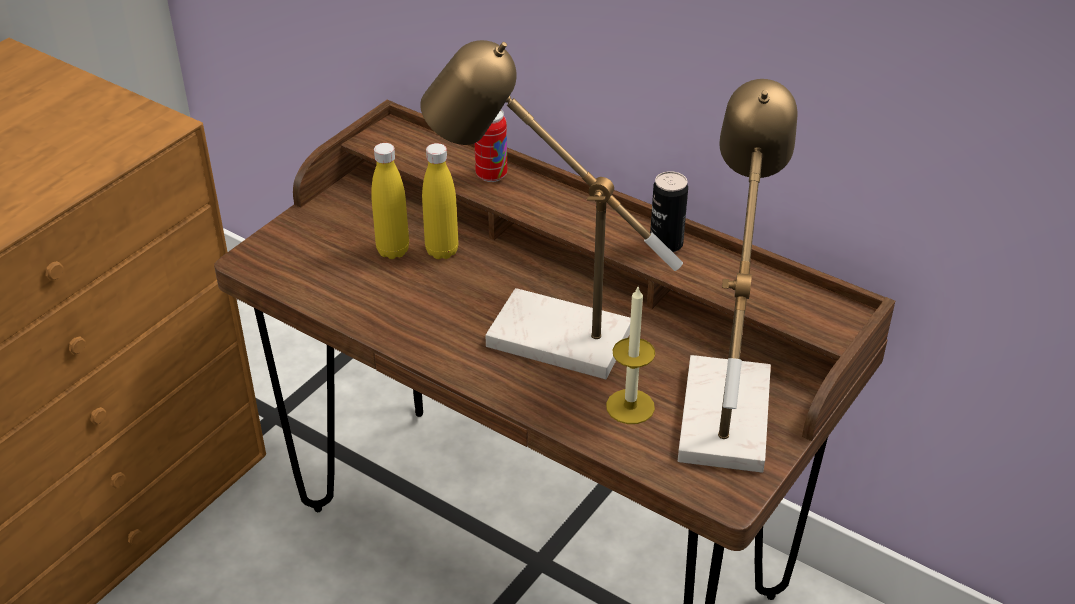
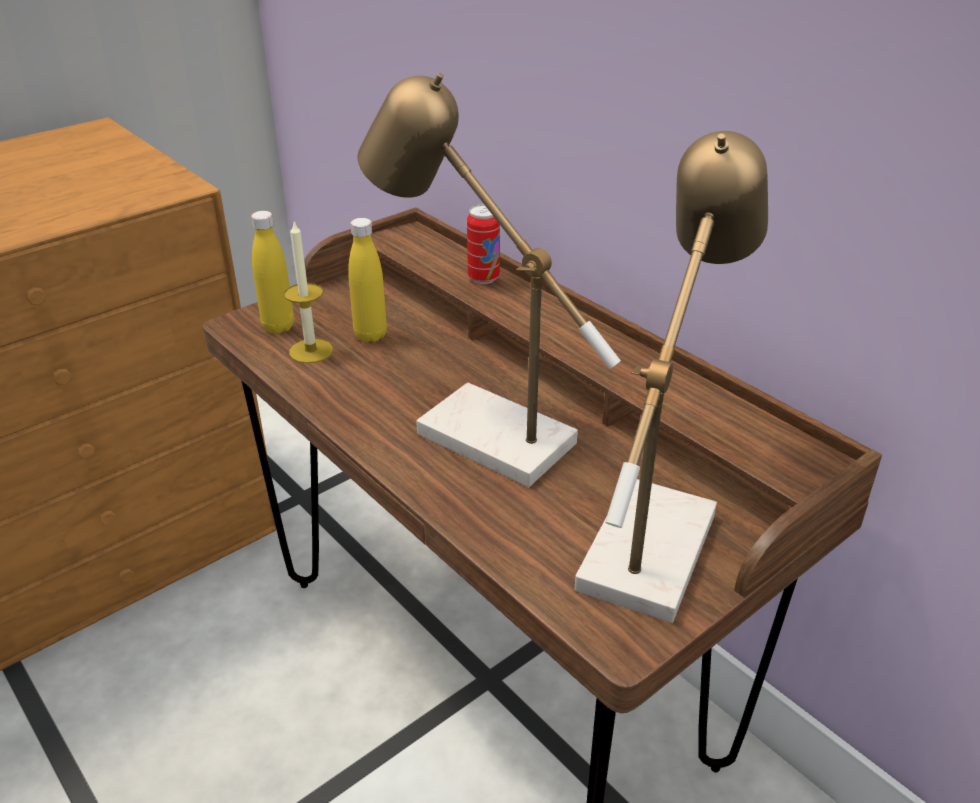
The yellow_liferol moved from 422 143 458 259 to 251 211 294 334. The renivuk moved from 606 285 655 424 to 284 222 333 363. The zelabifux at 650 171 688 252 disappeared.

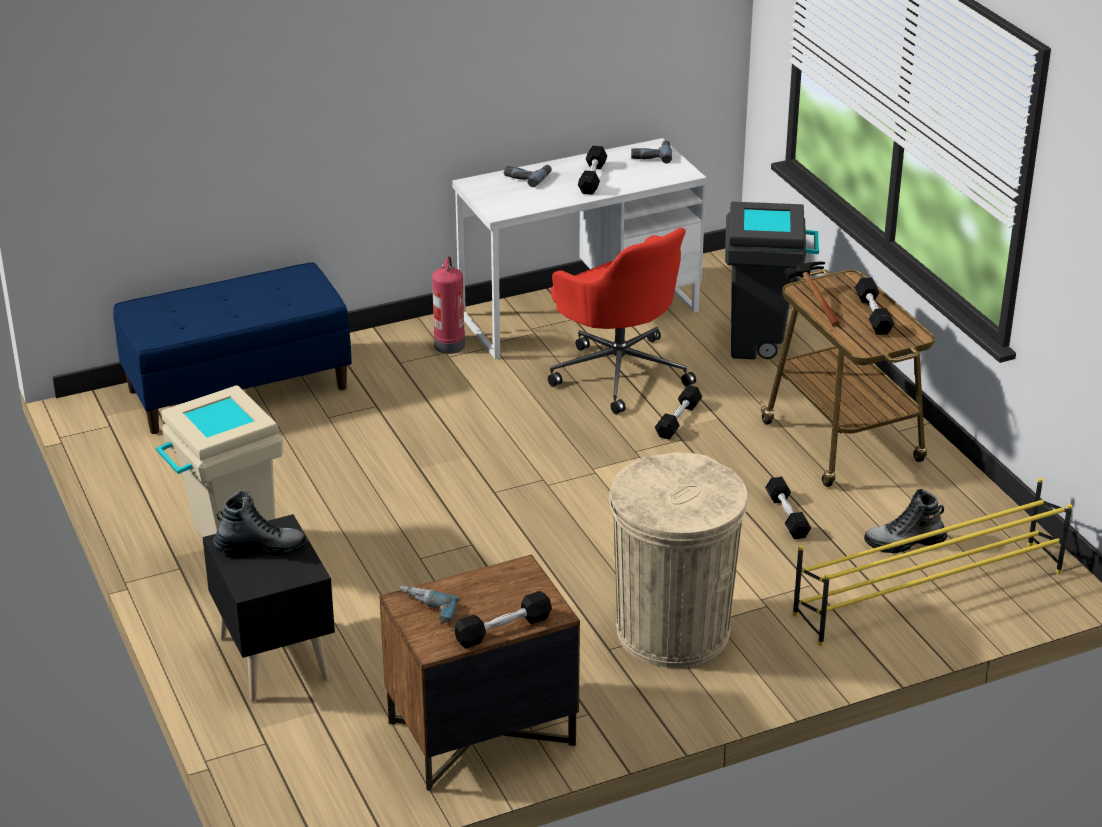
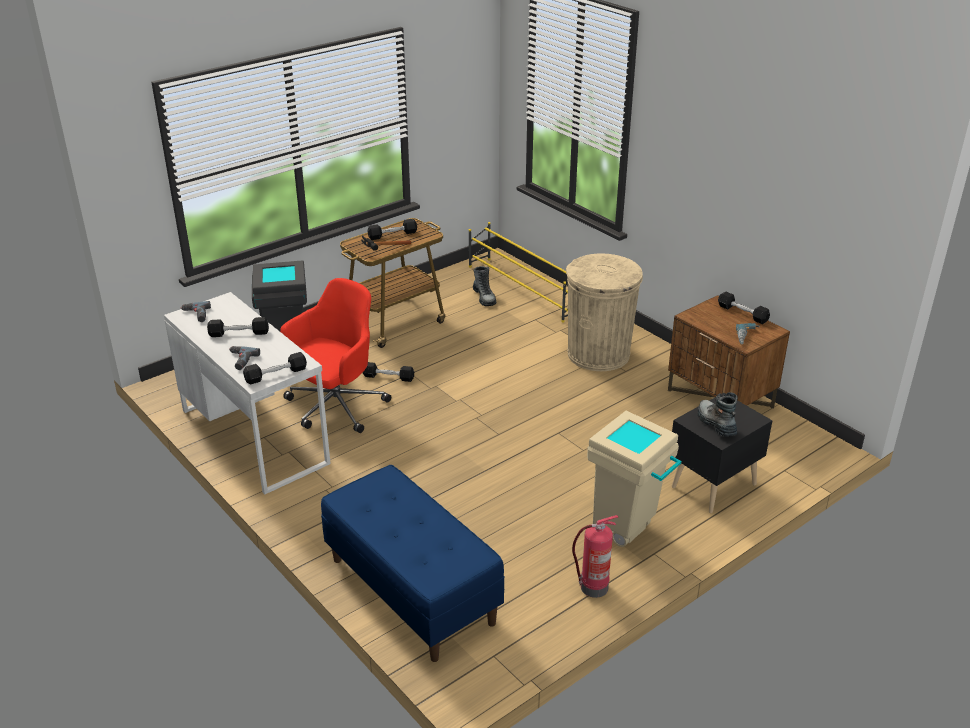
The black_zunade moved from 765 476 811 539 to 243 352 307 384. The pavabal moved from 432 256 465 354 to 572 515 619 598.

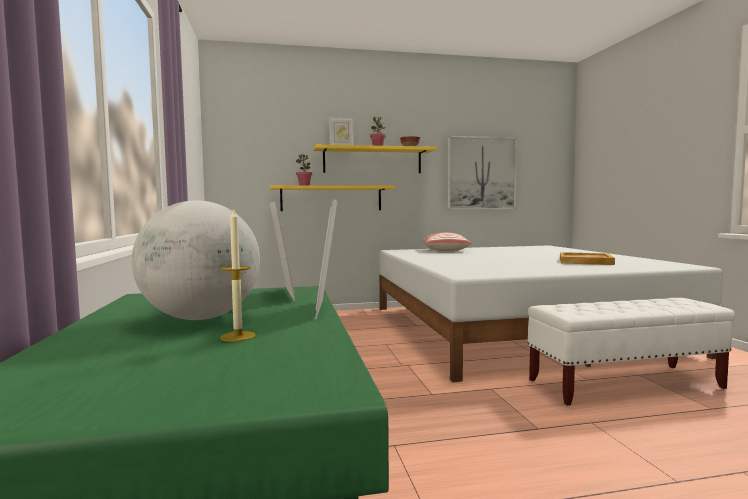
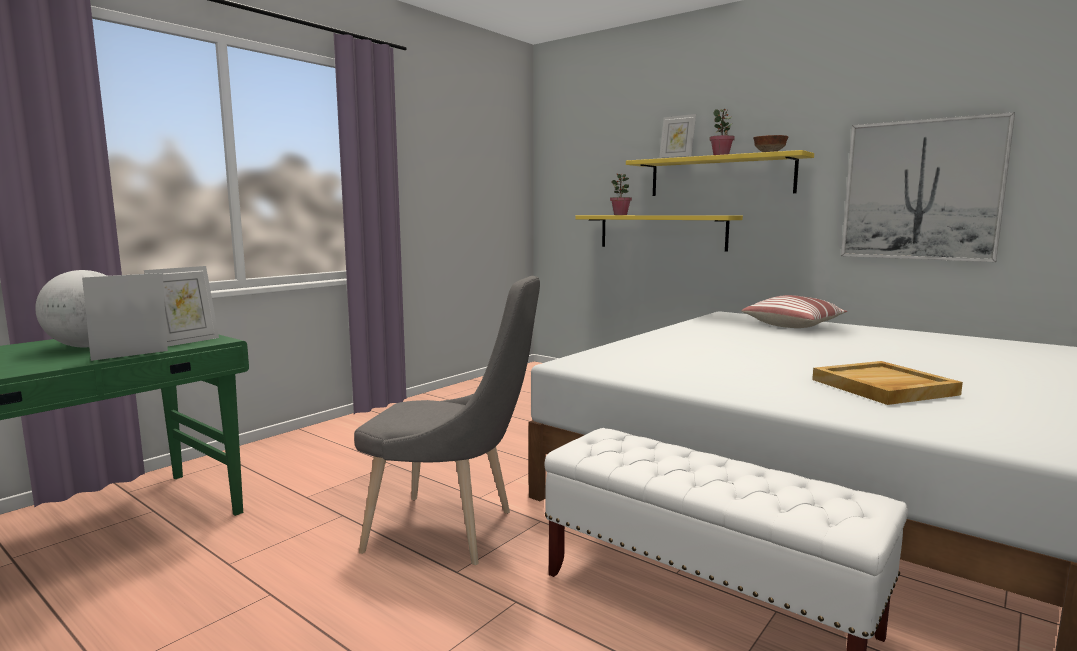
The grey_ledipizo at 354 276 540 565 appeared. The renivuk at 220 208 256 342 disappeared.

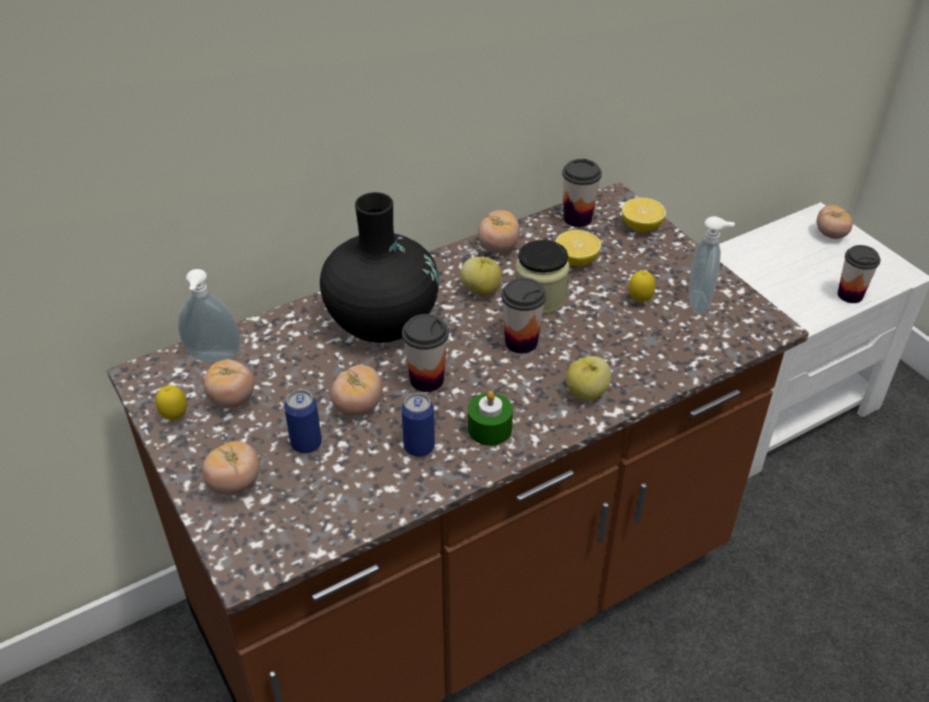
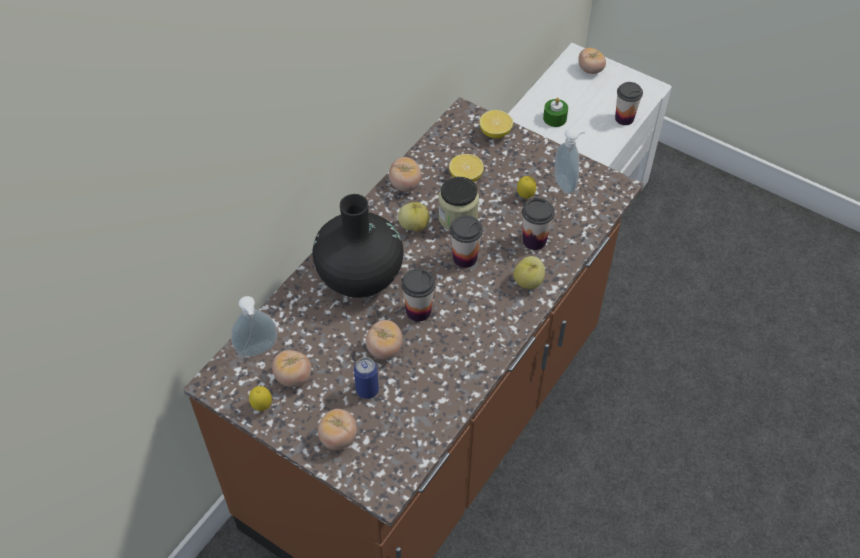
The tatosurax moved from 562 159 602 227 to 522 198 555 250. The green_renivuk moved from 468 391 513 446 to 543 98 568 127. The zelabifux at 401 393 435 457 disappeared.

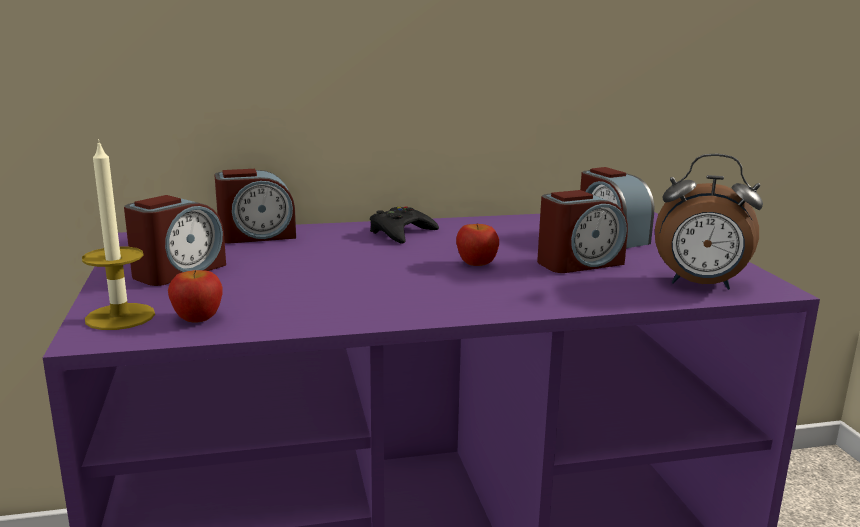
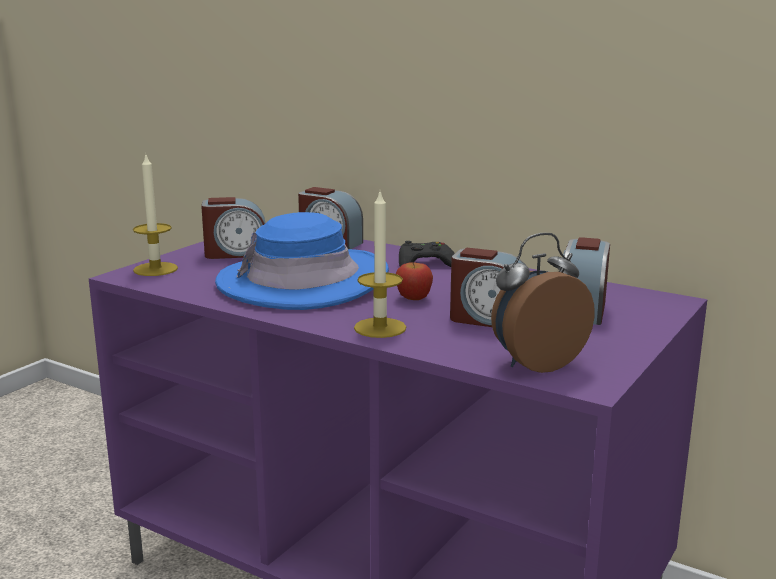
The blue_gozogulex at 215 212 389 310 appeared. The renivuk at 354 192 406 338 appeared. The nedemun at 655 154 763 290 turned 90 degrees clockwise. The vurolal at 168 270 223 322 disappeared.

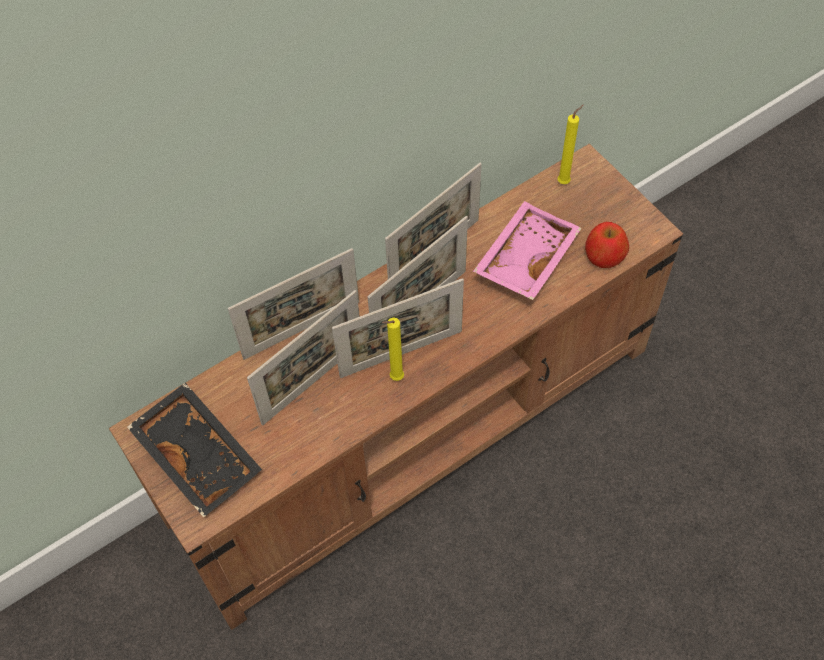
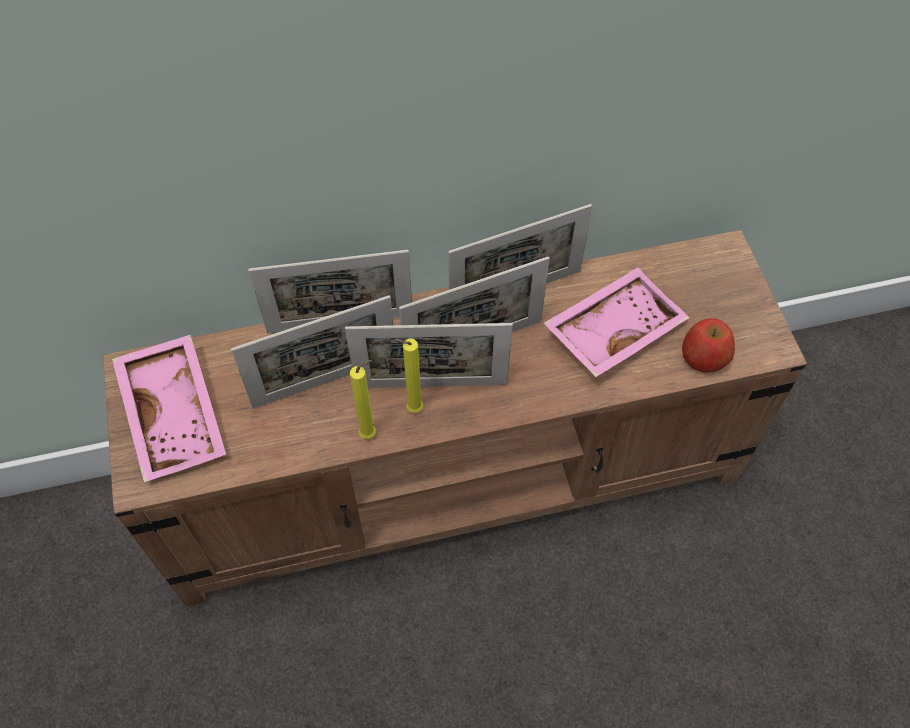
The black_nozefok at 127 383 262 518 became the pink_nozefok at 112 335 226 482. The yellow_renivuk moved from 557 105 583 184 to 350 360 376 439.

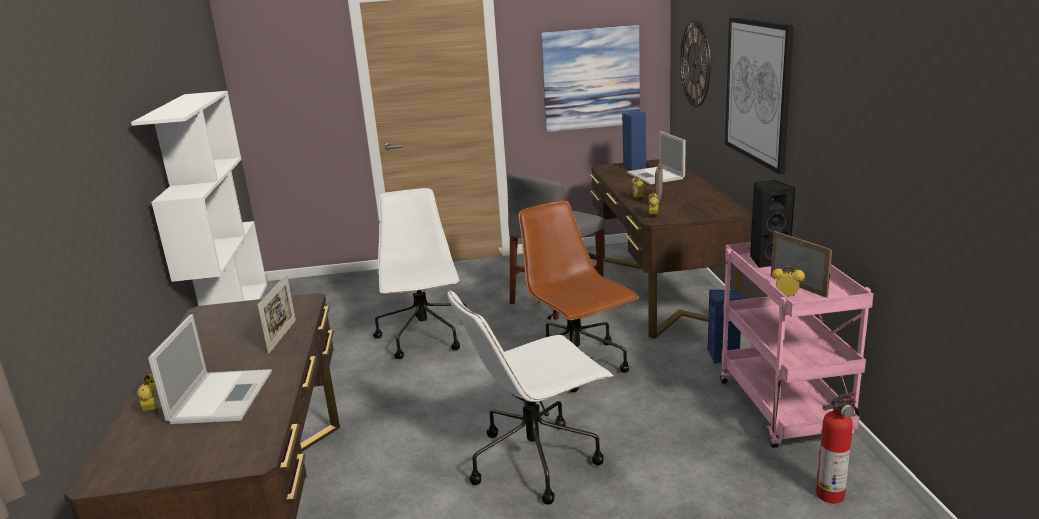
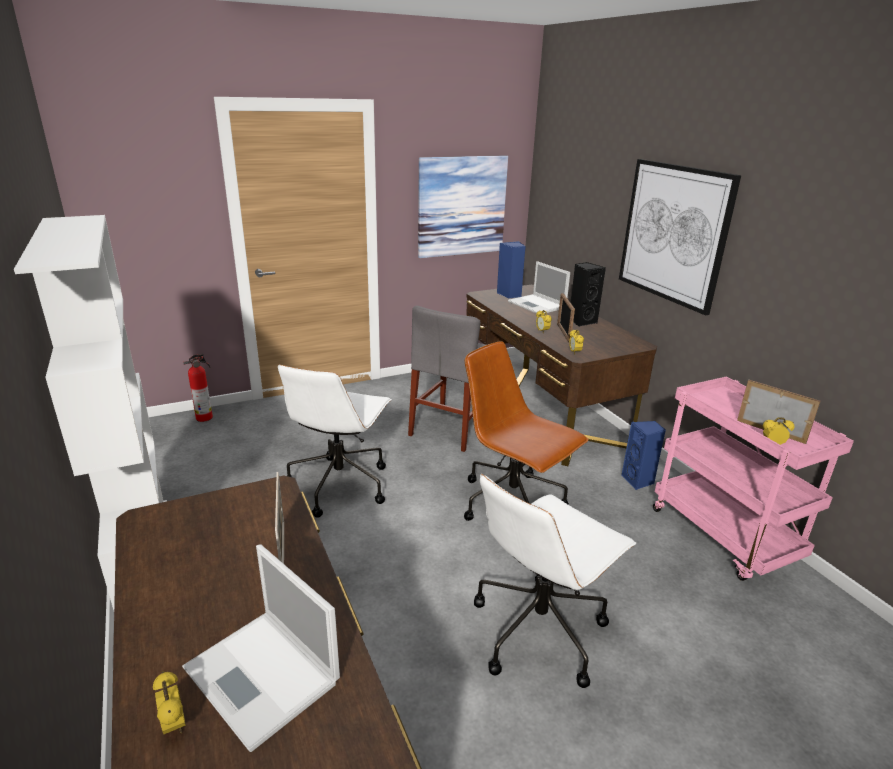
The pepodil at 148 314 272 424 turned 150 degrees clockwise. The pavabal moved from 816 392 860 503 to 183 353 213 422. The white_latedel at 373 188 467 359 turned 135 degrees counterclockwise. The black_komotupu moved from 750 180 796 268 to 570 262 606 327. The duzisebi at 680 19 710 107 disappeared.

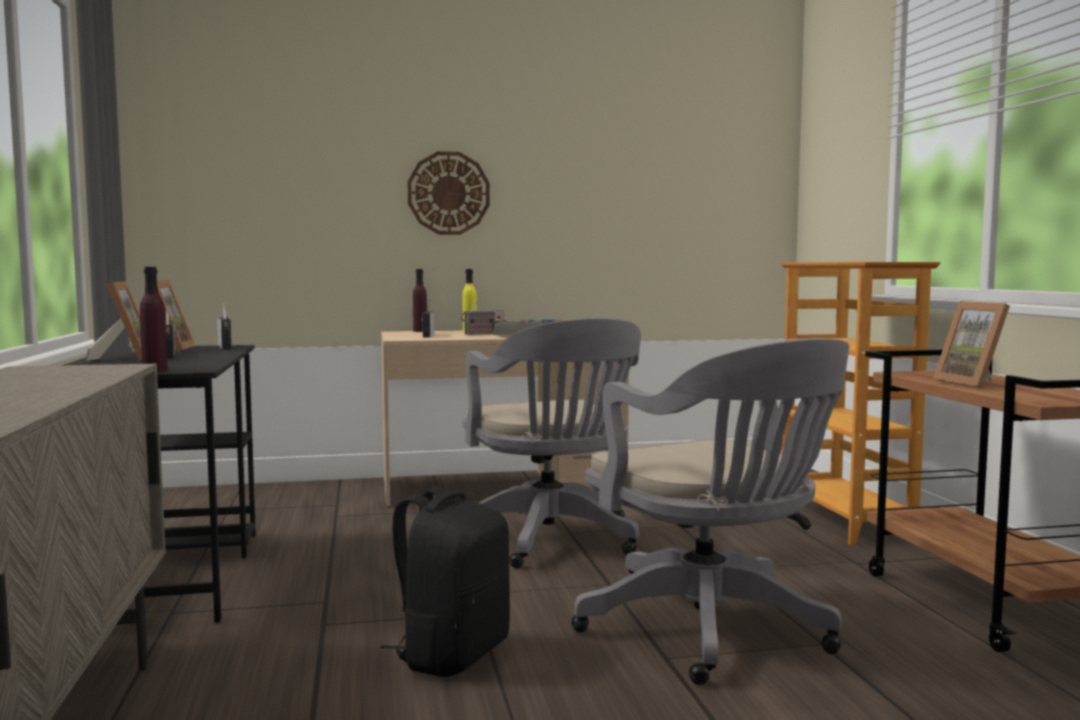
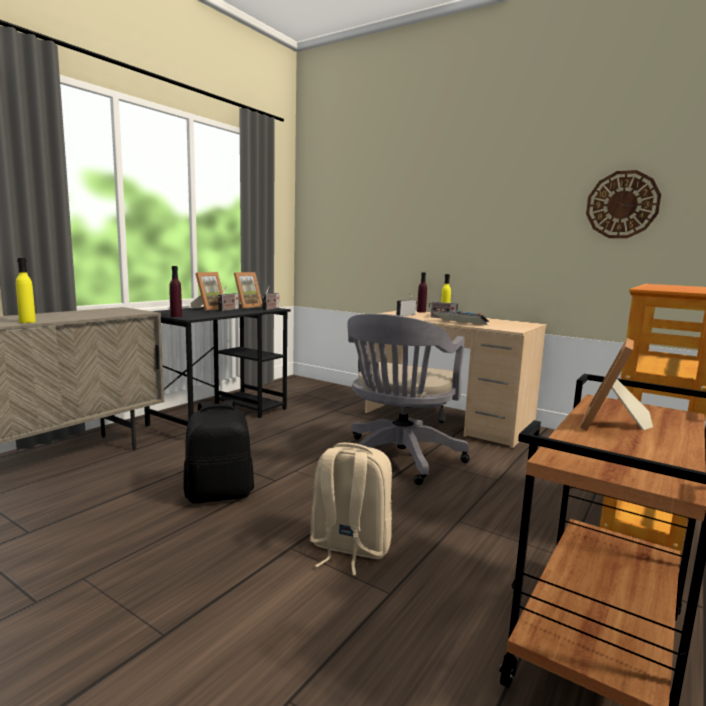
The yellow_liferol at 16 258 36 323 appeared. The grey_latedel at 571 338 849 685 was replaced by the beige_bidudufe at 310 443 392 575. The duzisebi moved from 408 151 490 235 to 586 170 661 238.

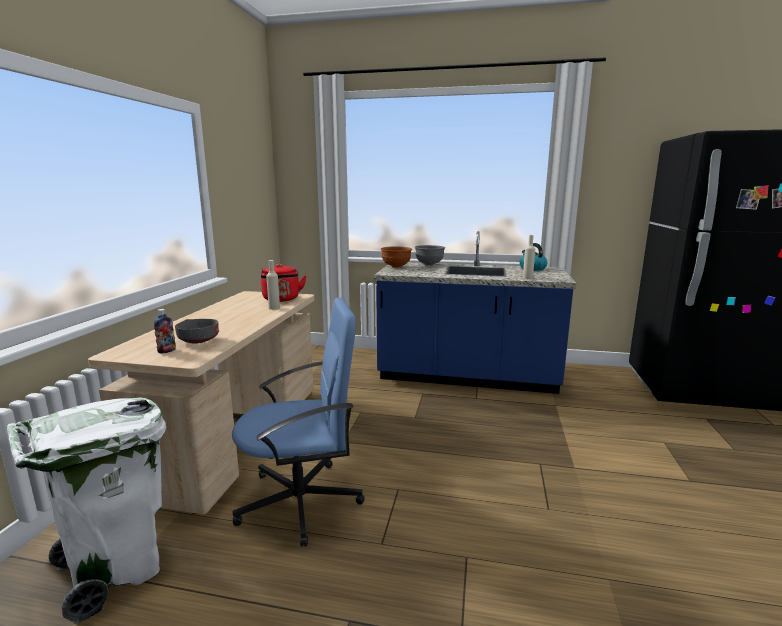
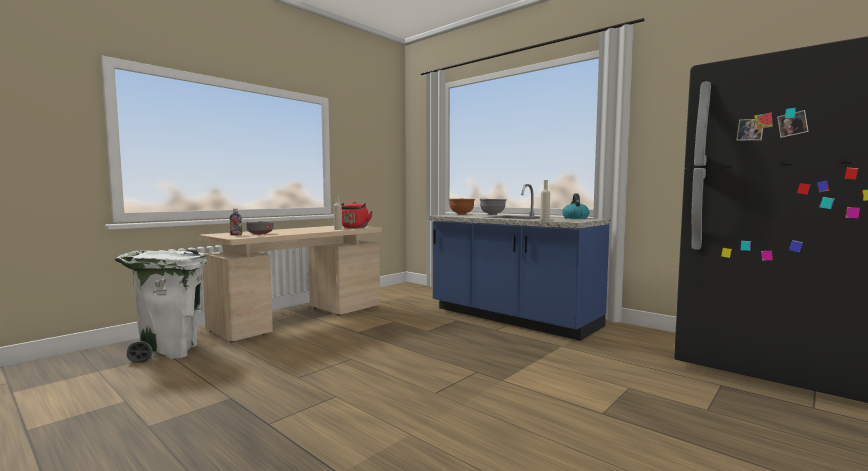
The blue_latedel at 232 298 365 547 disappeared.

